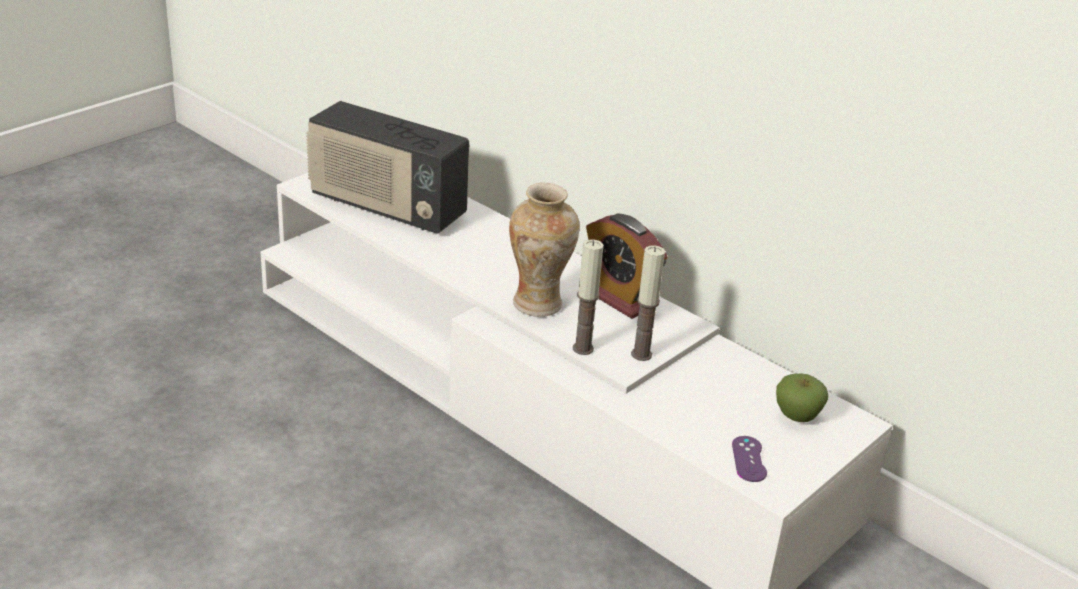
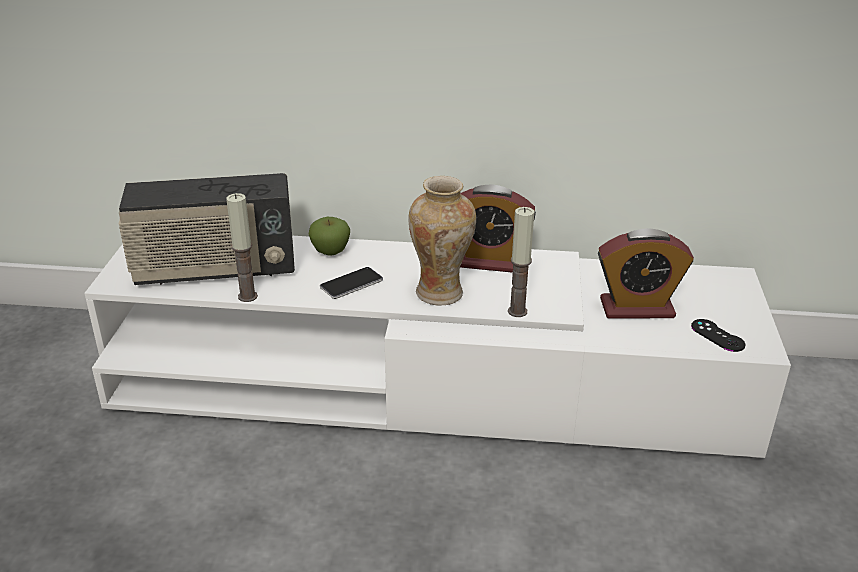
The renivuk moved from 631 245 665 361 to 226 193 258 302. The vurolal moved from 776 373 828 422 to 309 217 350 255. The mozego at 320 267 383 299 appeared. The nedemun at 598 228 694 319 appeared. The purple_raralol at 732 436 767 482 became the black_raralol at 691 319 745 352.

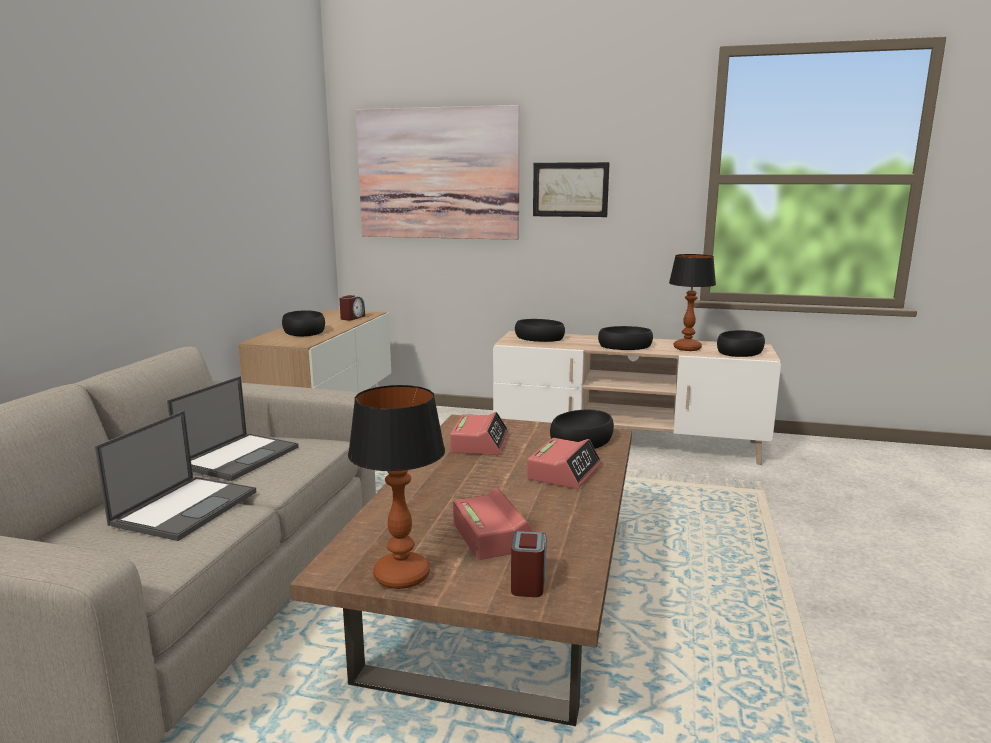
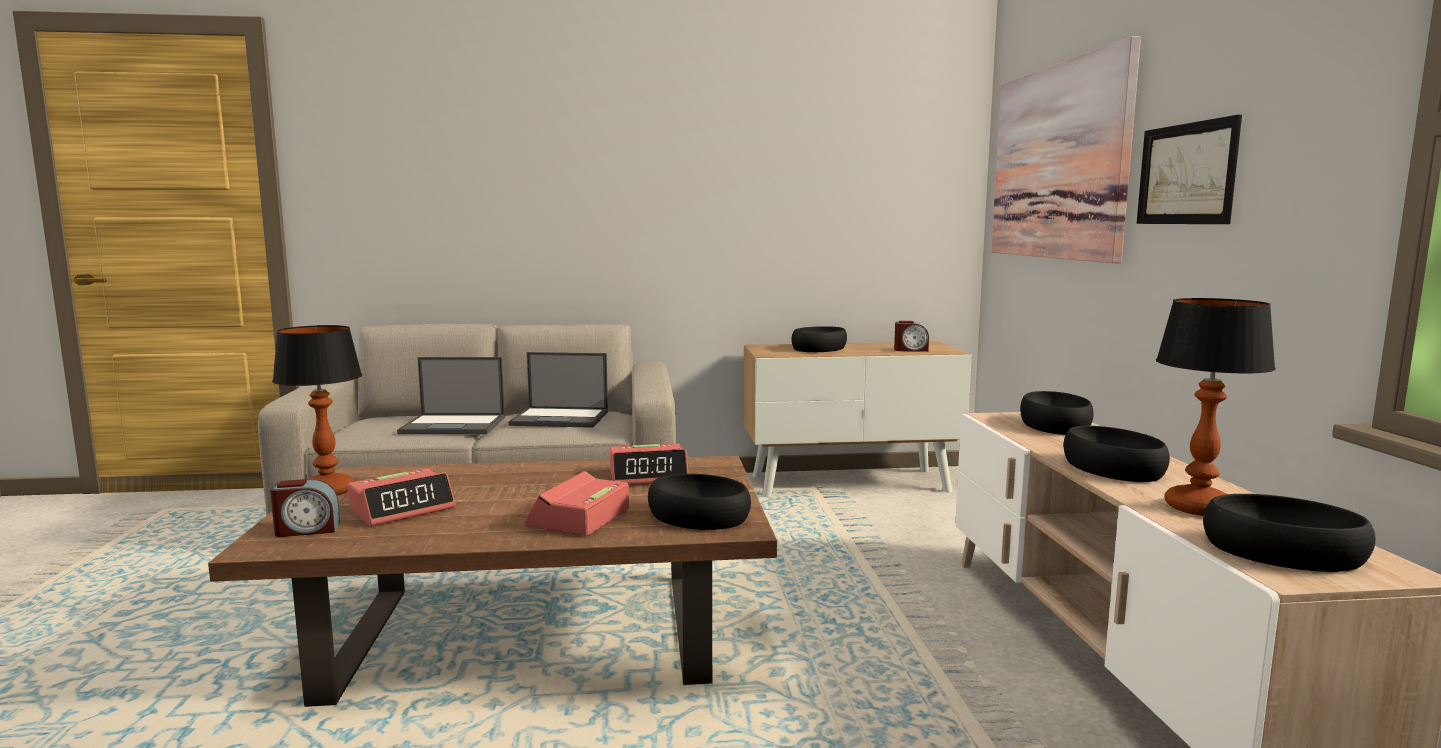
The nedemun at 527 438 602 489 turned 105 degrees clockwise.

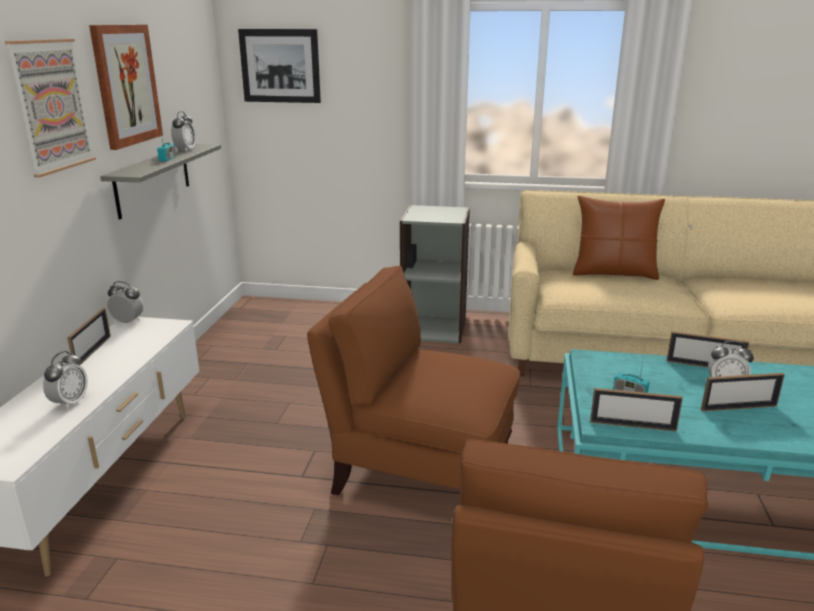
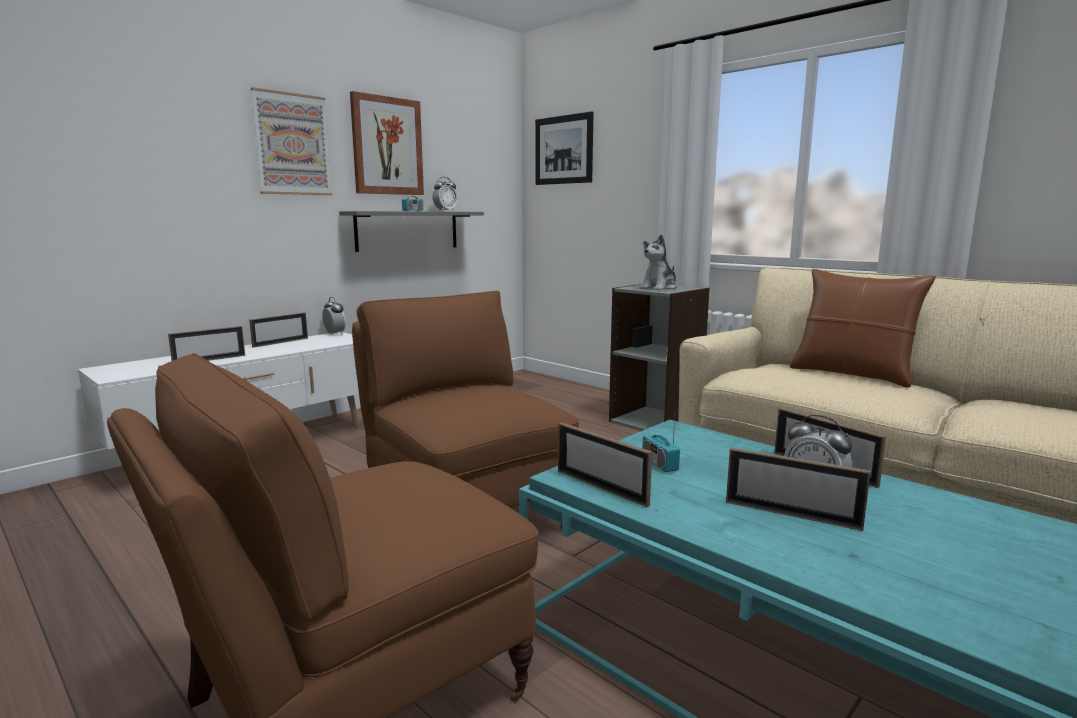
The nedemun at 43 351 88 410 was replaced by the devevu at 168 326 245 361. The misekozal at 639 234 677 290 appeared.

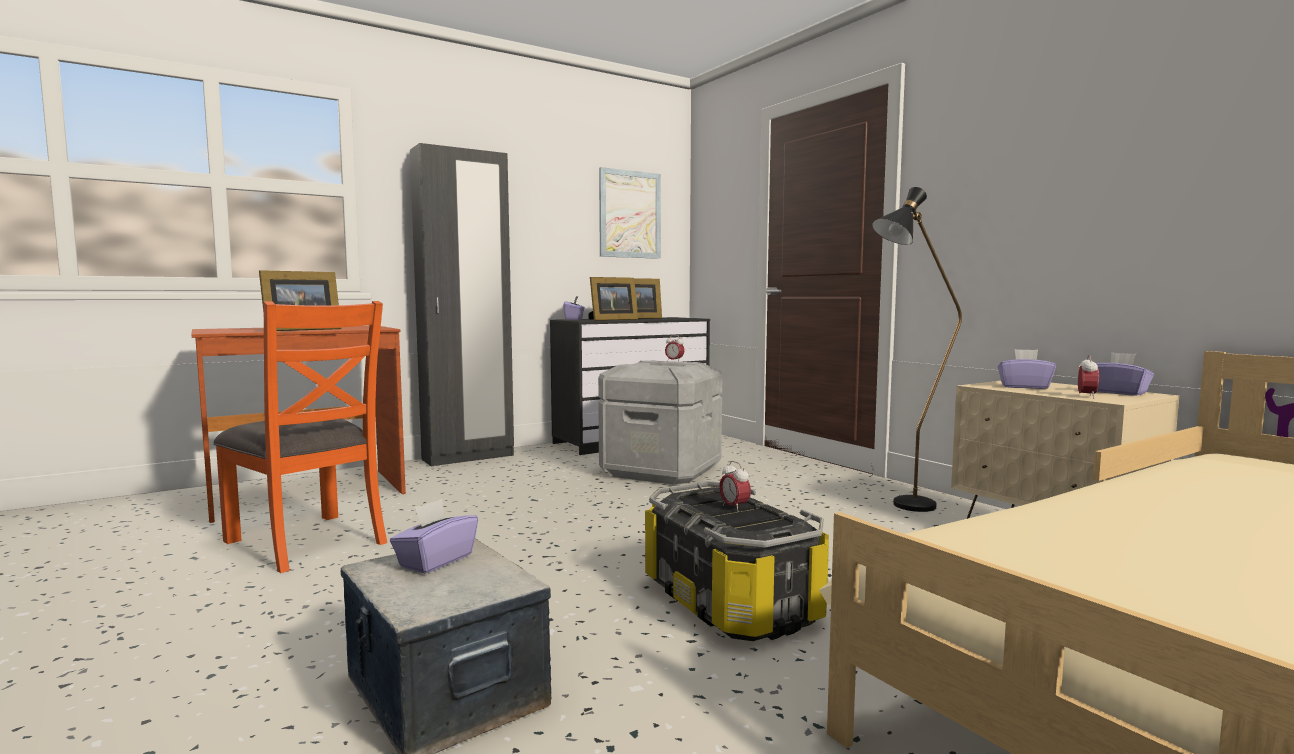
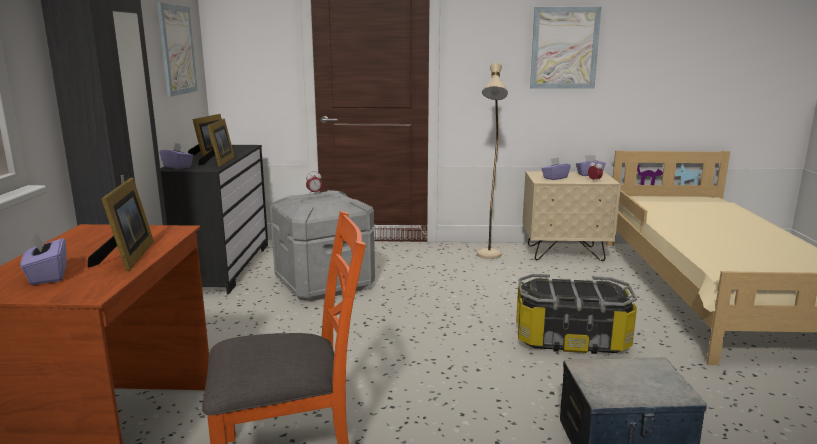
The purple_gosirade moved from 390 499 478 574 to 20 232 67 285. The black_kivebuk at 872 187 962 512 became the beige_kivebuk at 477 63 508 259. The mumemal at 530 7 601 89 appeared. The nedemun at 719 461 751 512 disappeared.

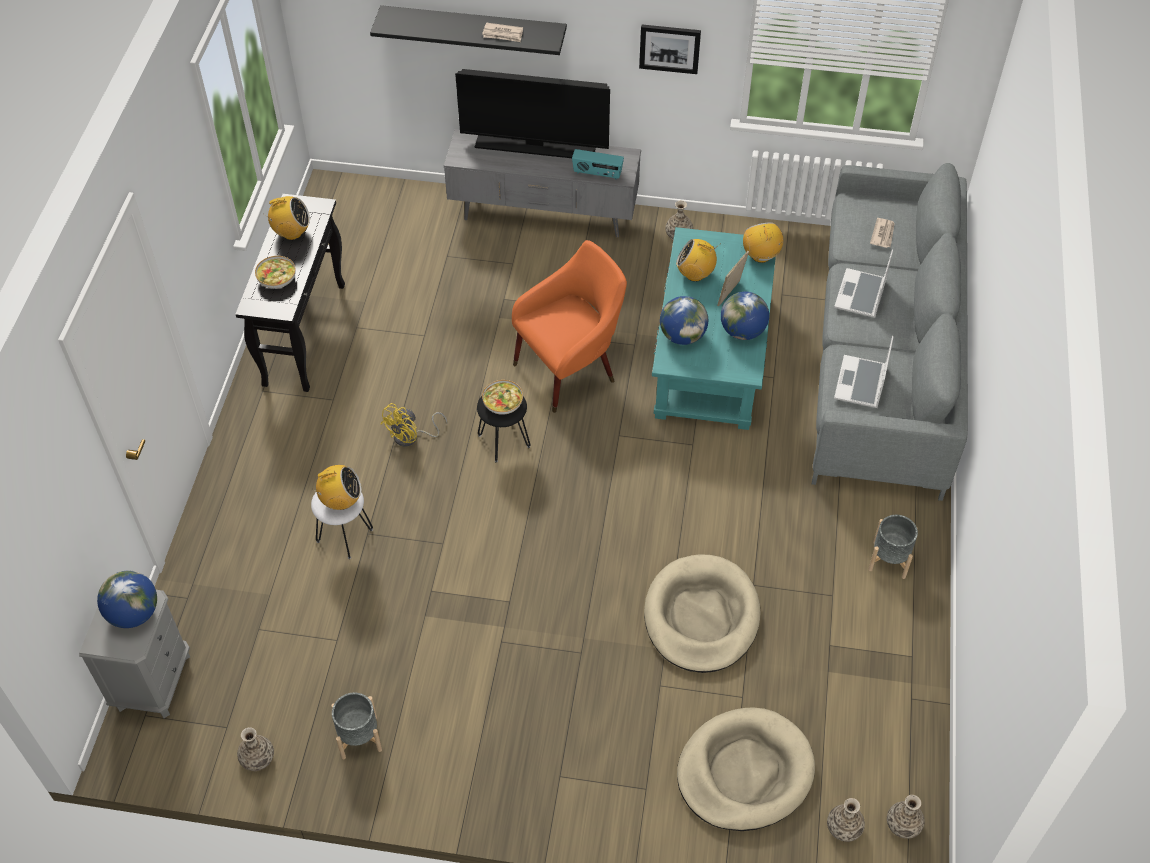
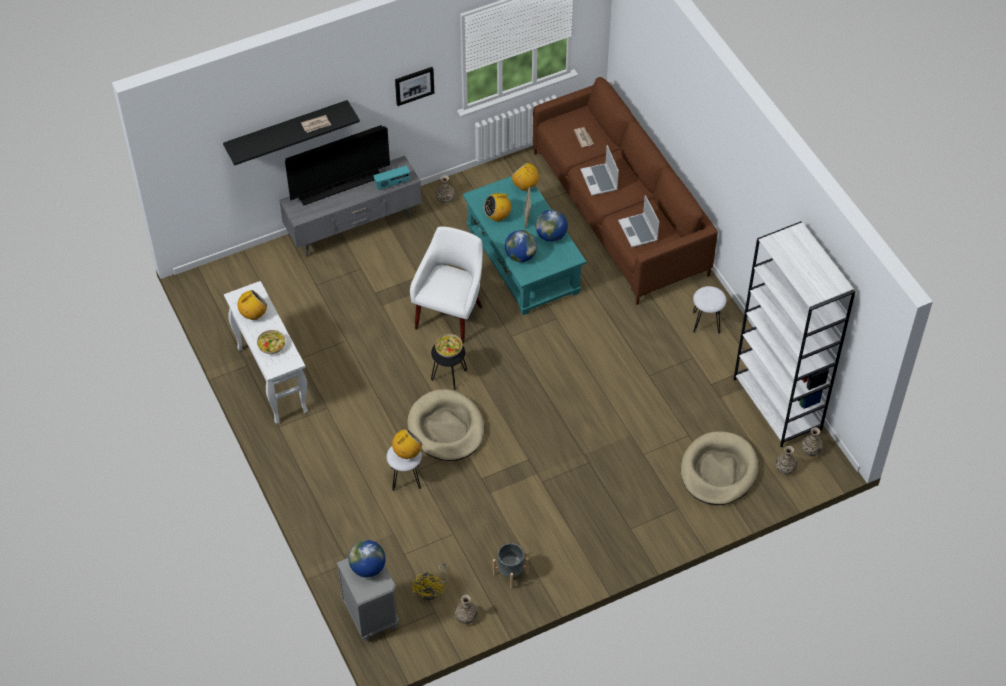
The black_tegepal at 235 194 345 392 became the white_tegepal at 224 281 308 424. The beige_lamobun moved from 644 554 761 673 to 407 389 485 461. The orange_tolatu at 512 240 627 413 became the white_tolatu at 410 226 483 344. The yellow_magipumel moved from 380 403 447 447 to 412 563 448 600. The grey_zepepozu at 812 163 968 501 became the brown_zepepozu at 533 77 718 305. The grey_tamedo at 868 515 918 579 was replaced by the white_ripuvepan at 693 286 727 334. The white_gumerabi at 734 221 855 448 appeared.

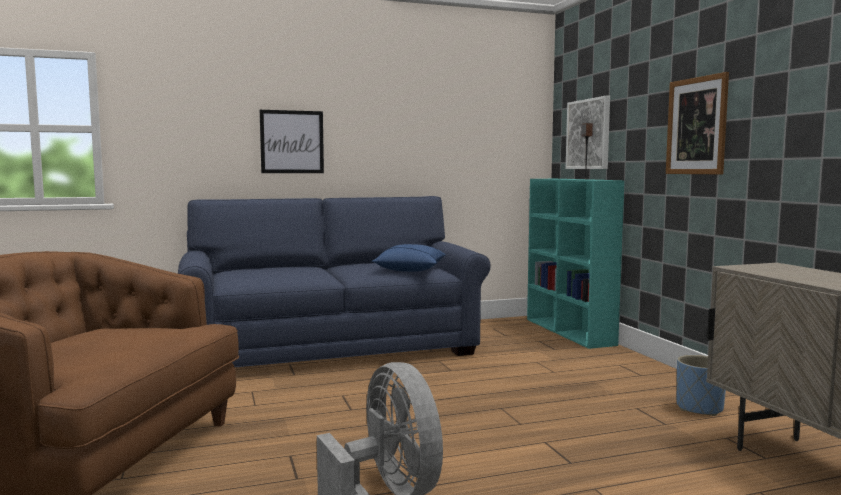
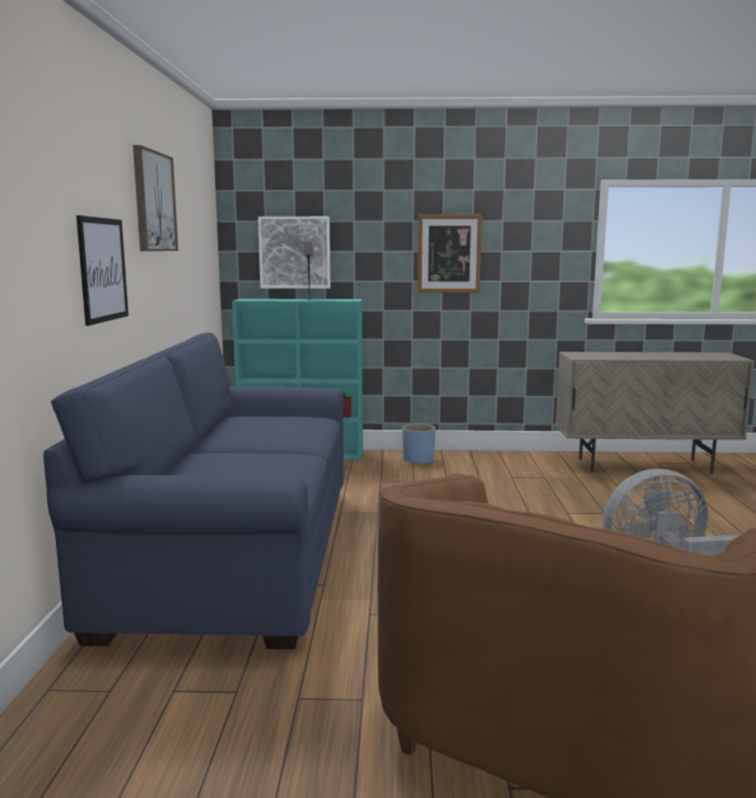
The mumemal at 133 145 178 251 appeared. The blue_tamedo moved from 677 355 726 416 to 402 424 436 465. The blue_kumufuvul at 372 244 446 272 disappeared.

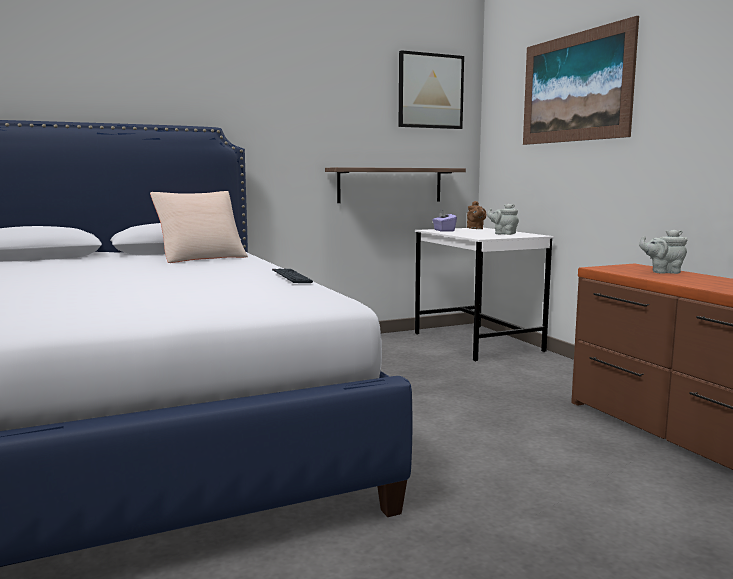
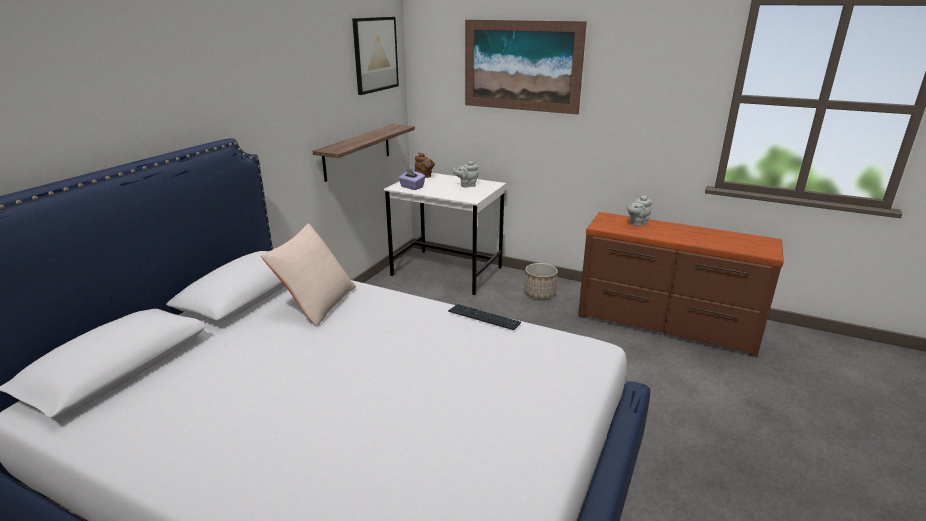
The tamedo at 524 263 558 299 appeared.

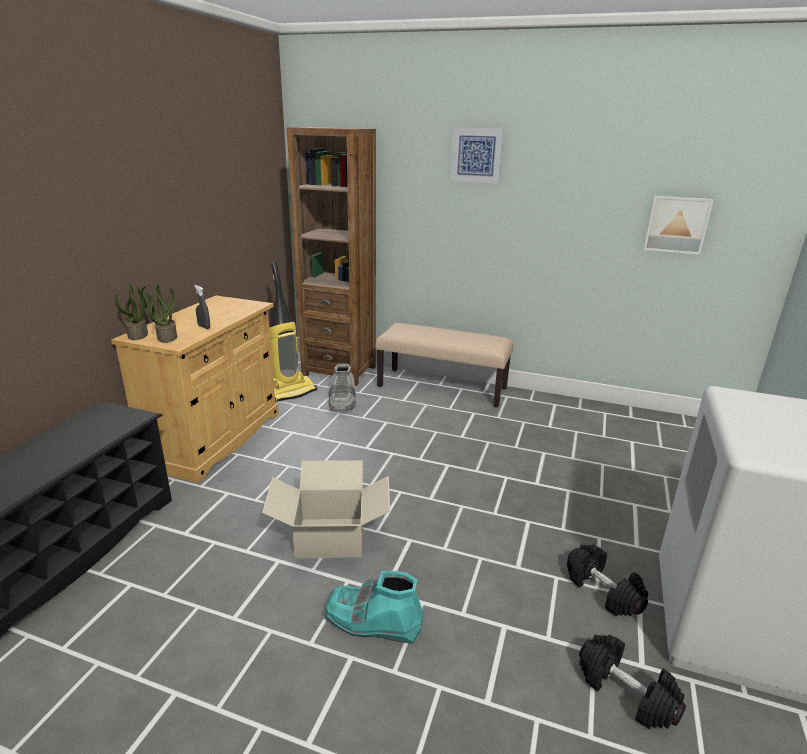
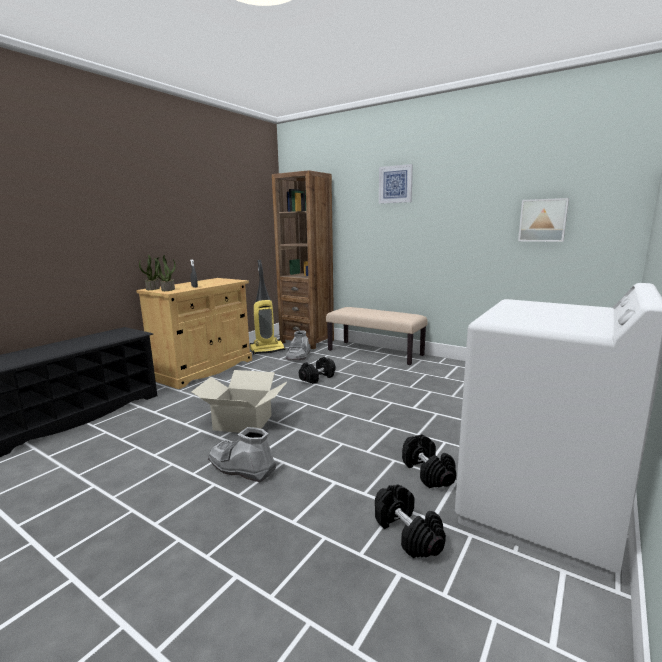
The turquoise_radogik at 324 571 424 644 became the grey_radogik at 208 427 276 483. The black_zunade at 299 357 335 384 appeared.

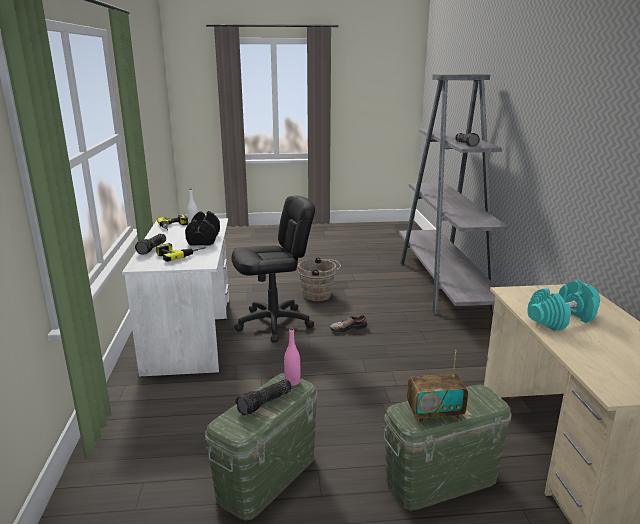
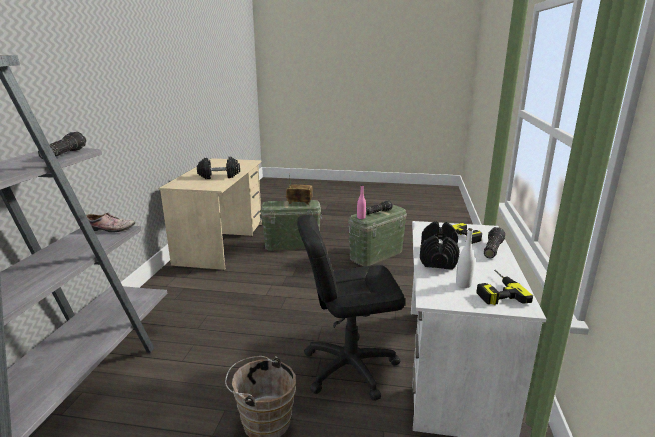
The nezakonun moved from 330 315 367 332 to 86 213 135 232. The turquoise_zunade at 527 280 600 331 became the black_zunade at 197 157 240 179.

